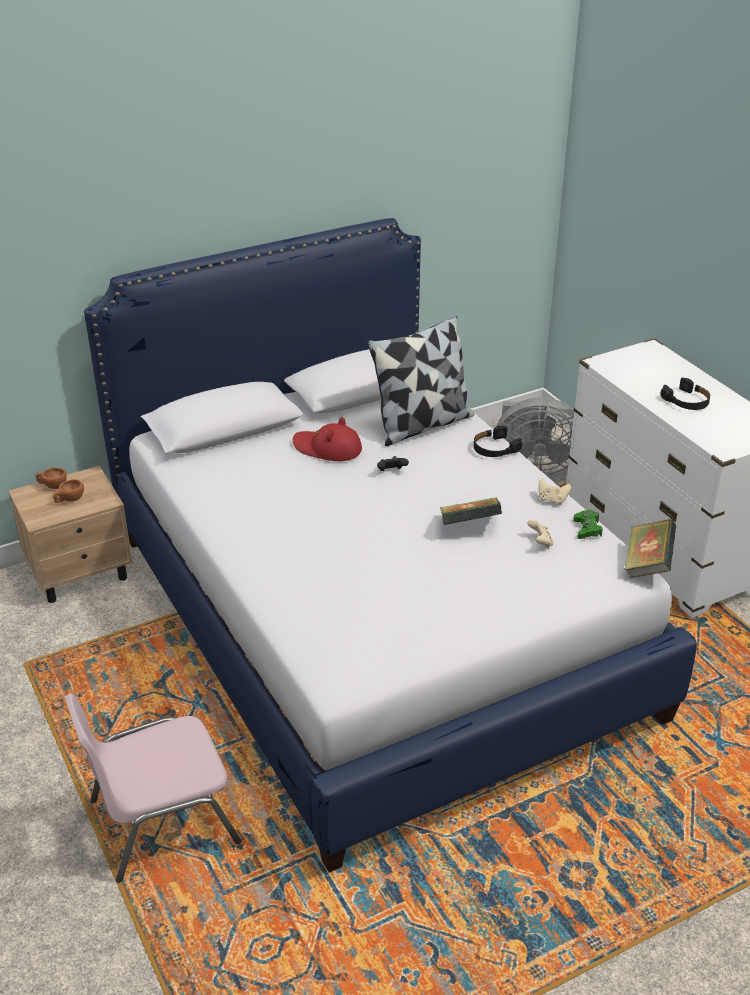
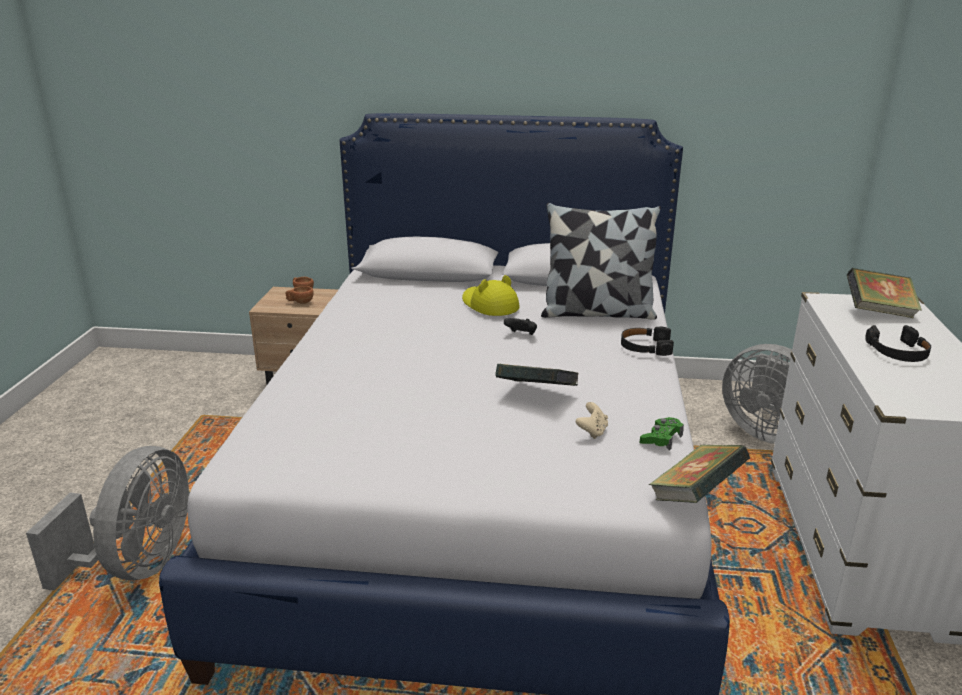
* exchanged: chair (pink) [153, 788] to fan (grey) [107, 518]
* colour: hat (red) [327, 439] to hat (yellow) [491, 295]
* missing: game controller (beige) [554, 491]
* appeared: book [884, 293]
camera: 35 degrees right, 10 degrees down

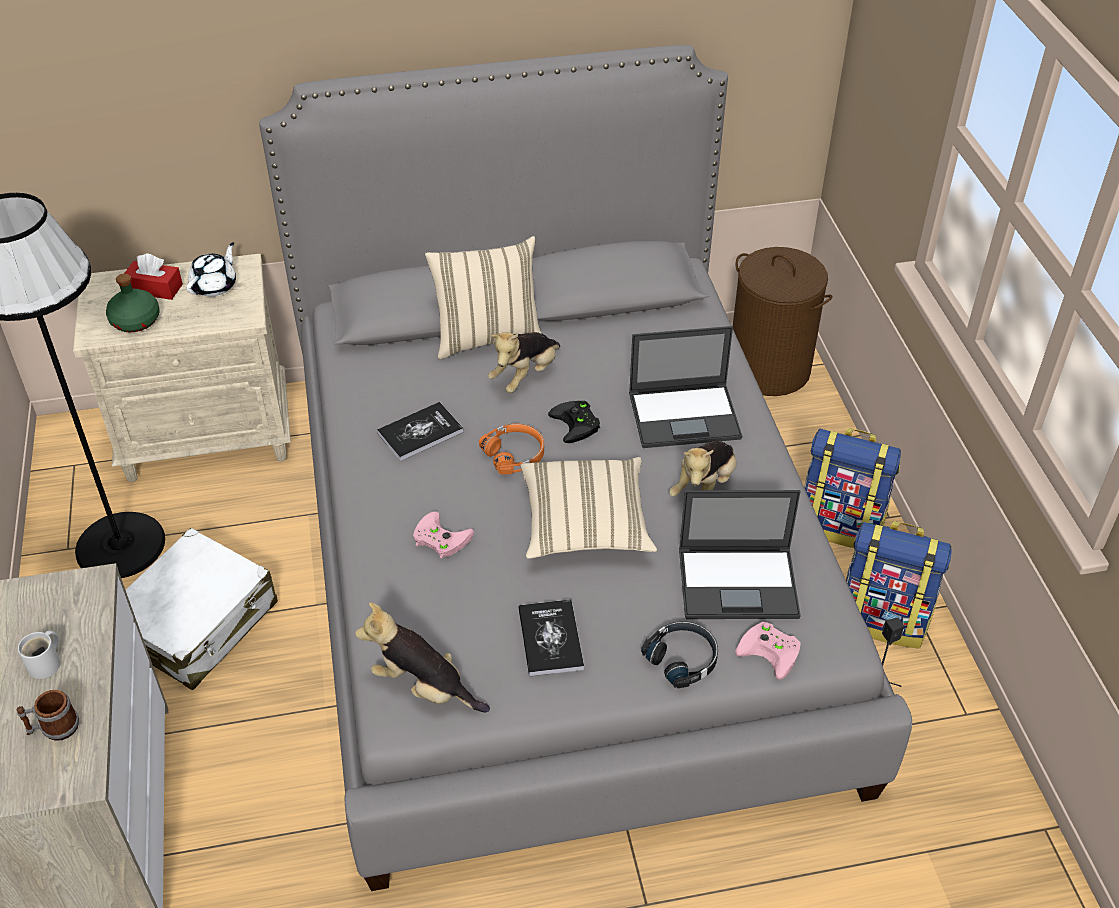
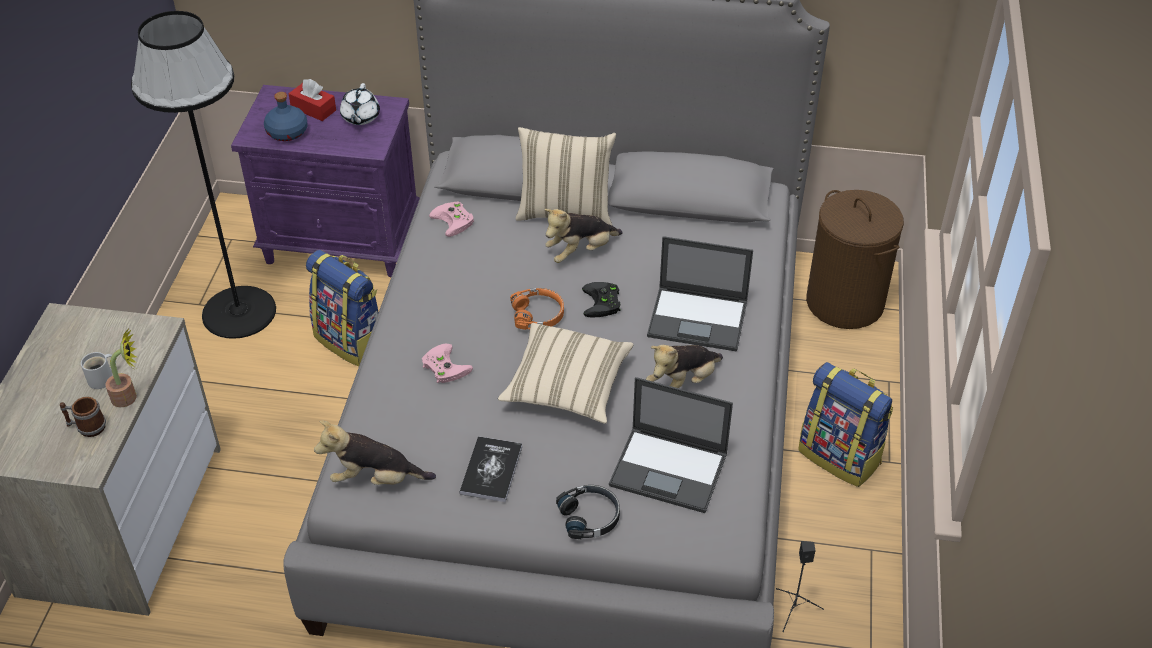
* colour: nightstand (beige) [182, 368] to nightstand (purple) [325, 181]
* colour: bottle (green) [133, 303] to bottle (blue) [286, 116]
* missing: suitcase (white) [202, 609]
* spun: teapot (white) [211, 269] = [360, 104] 135 degrees clockwise
* spun: plush toy [422, 657] = [375, 453] 45 degrees counterclockwise
* missing: book [420, 431]
* relocated: game controller (pink) [768, 651] to [451, 219]
* relocated: backpack [899, 585] to [342, 308]
* appeared: potted plant [121, 368]
camera: 20 degrees right, 0 degrees up

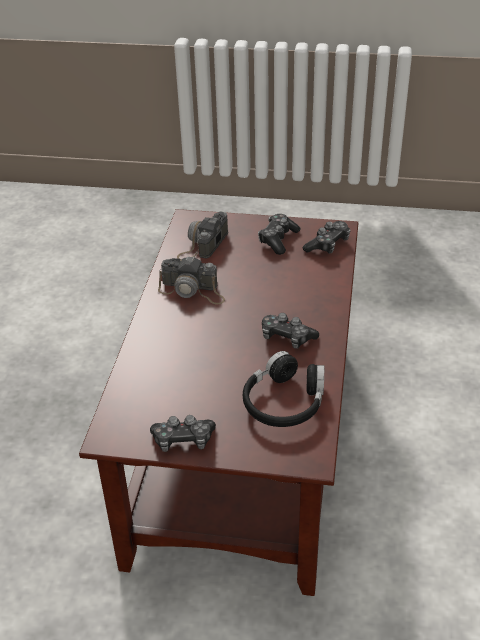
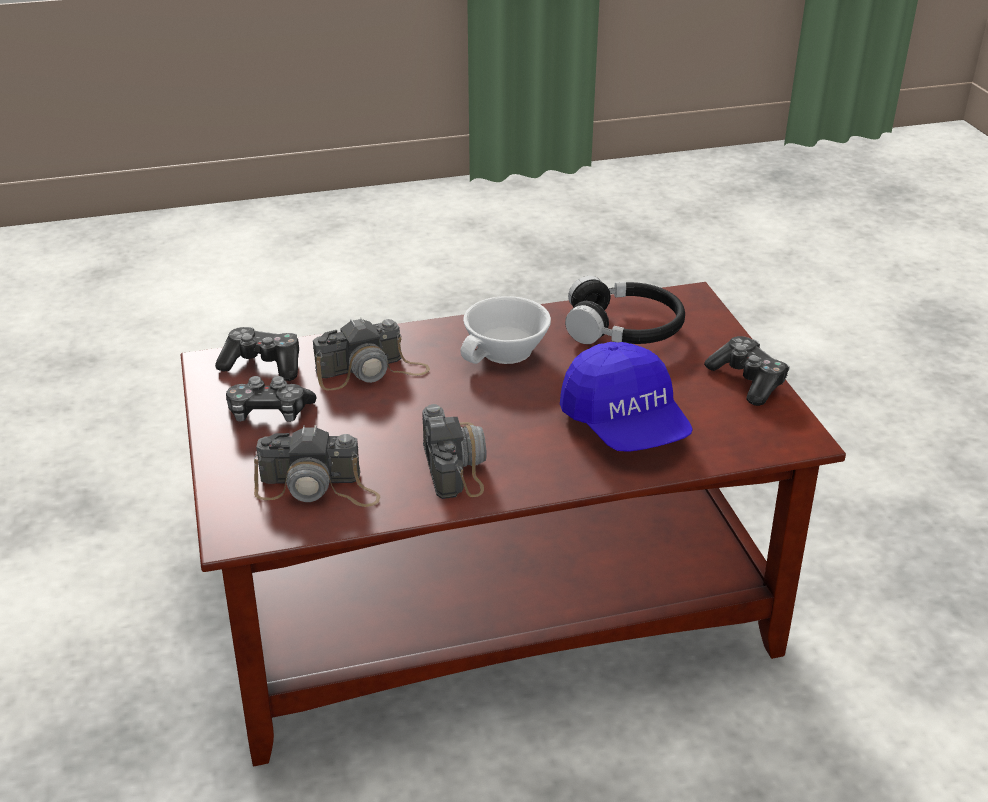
* exchanged: game controller [290, 331] to cup (white) [505, 330]
* appeared: photo camera [371, 353]
* appeared: cap (blue) [626, 397]
camera: 115 degrees left, 5 degrees down

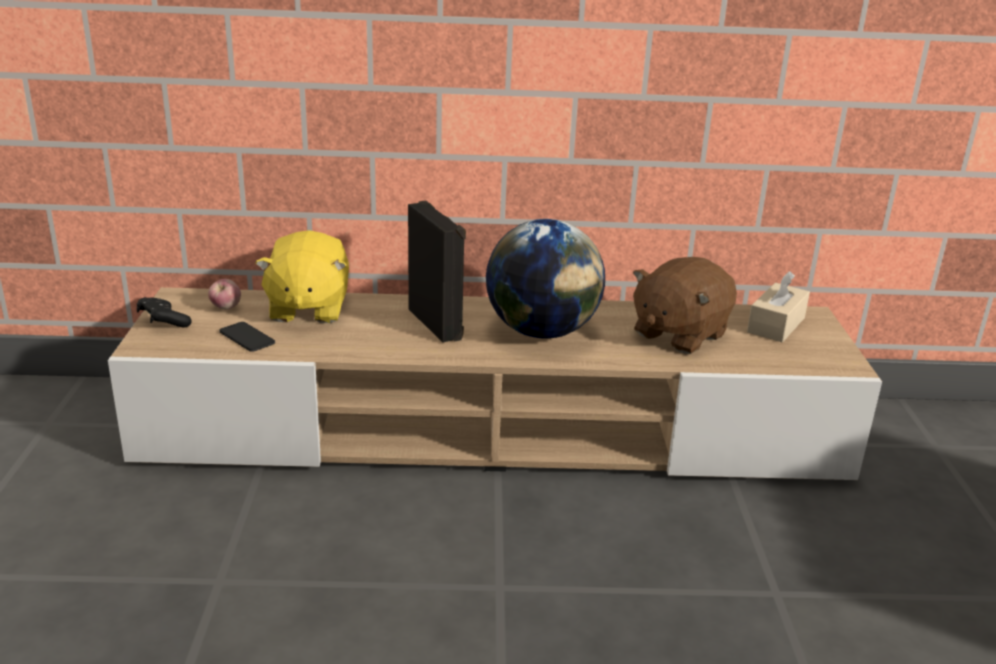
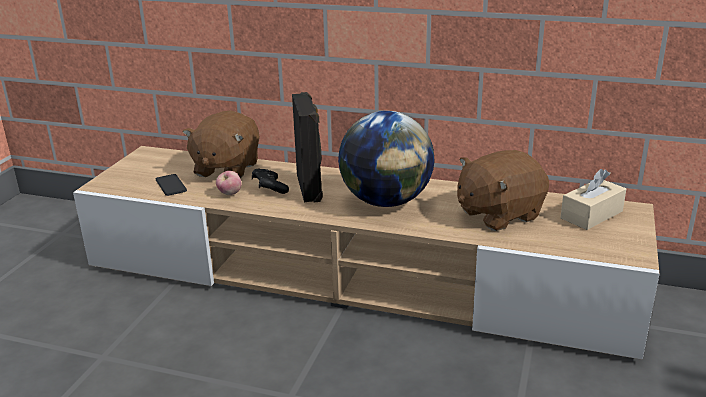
* relocated: game controller (black) [164, 312] to [270, 181]
* relocated: apple [224, 294] to [229, 183]
* colour: plush toy (yellow) [302, 276] to plush toy (brown) [221, 144]
camera: 20 degrees right, 0 degrees up

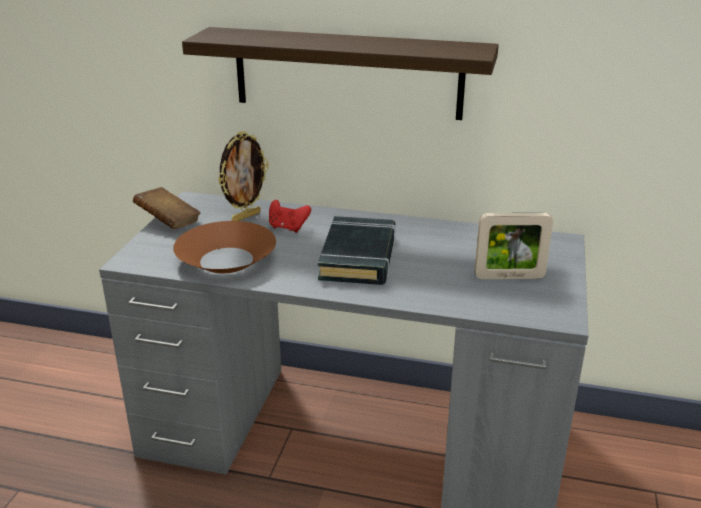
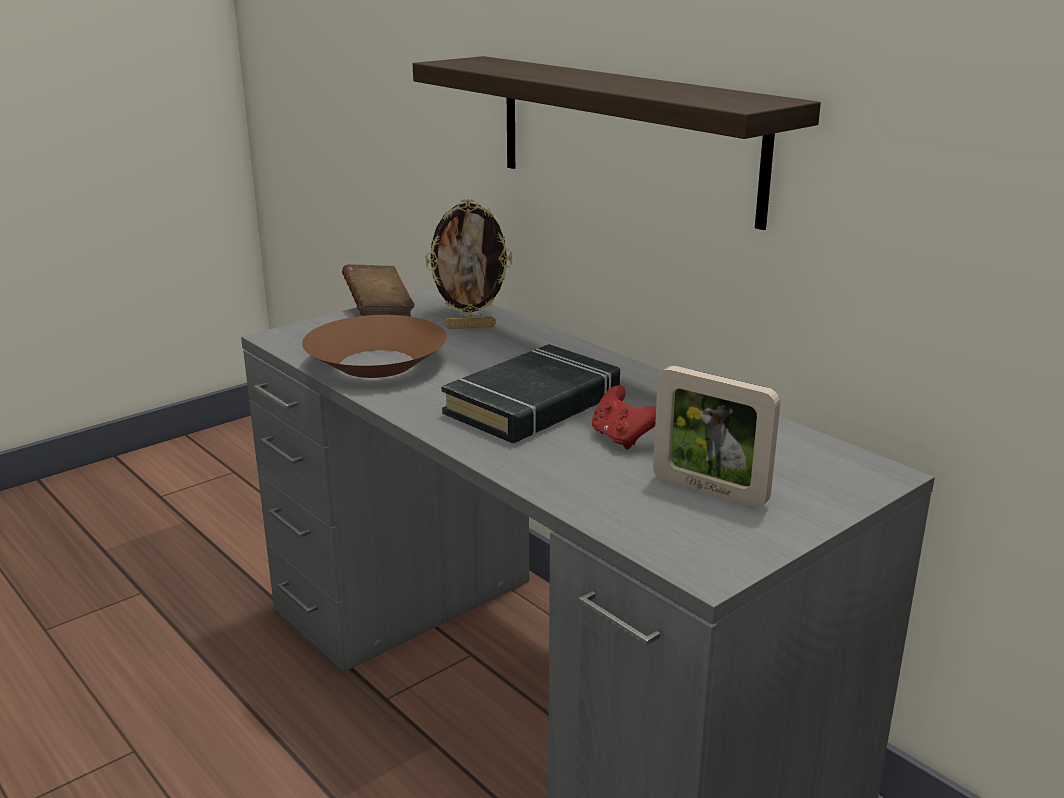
* relocated: game controller (red) [290, 216] to [624, 417]
camera: 35 degrees right, 5 degrees down

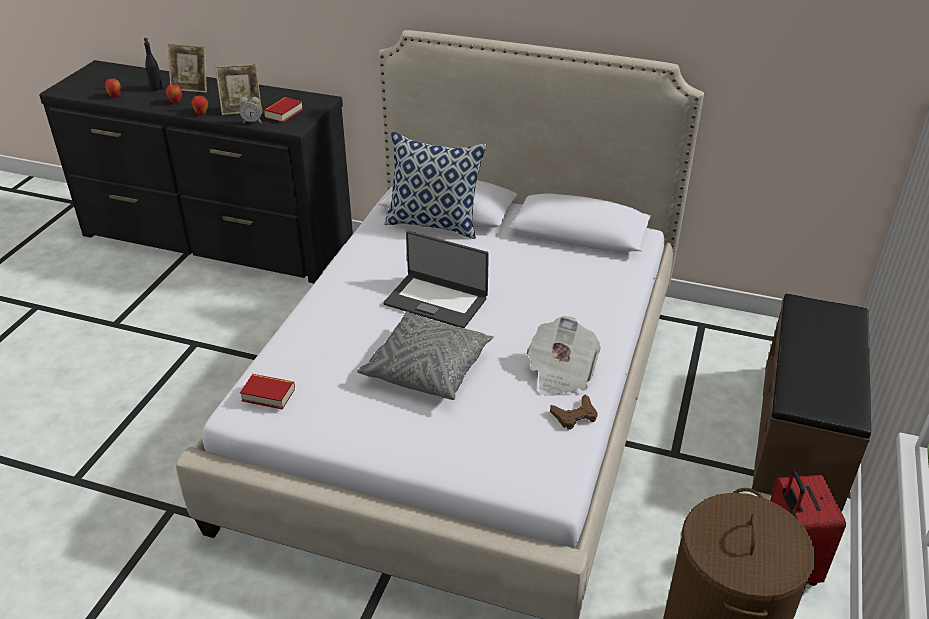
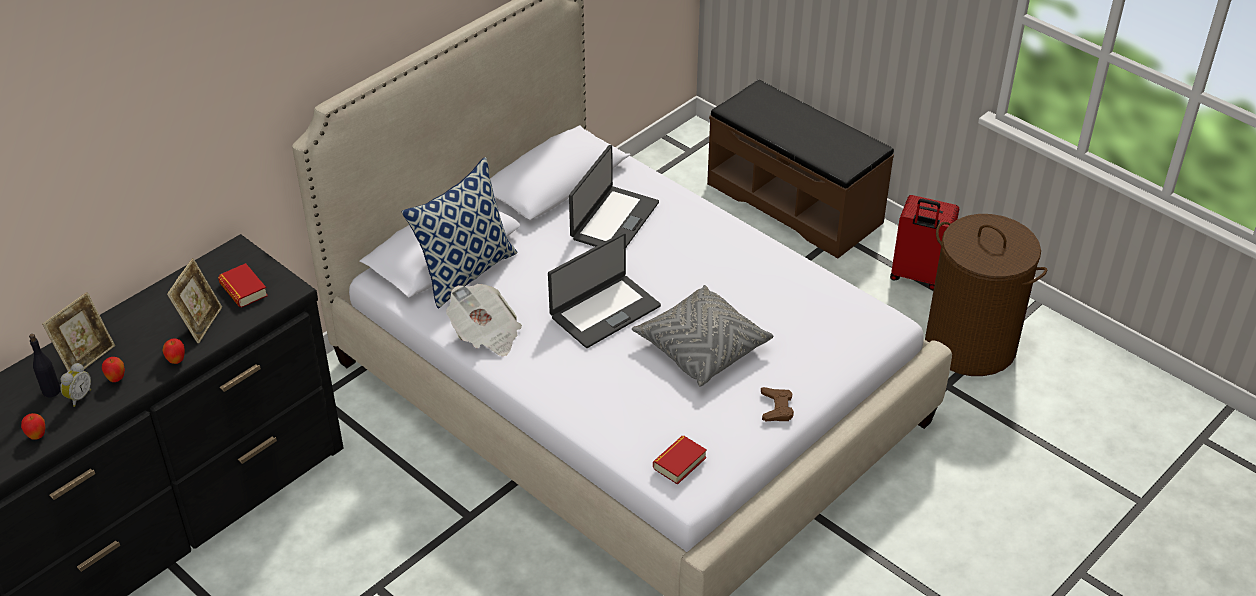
* relocated: alarm clock [250, 110] to [75, 385]
* relocated: newspaper [564, 356] to [484, 320]
* relocated: game controller (brown) [574, 411] to [777, 404]
* appeared: laptop [614, 196]
camera: 65 degrees left, 5 degrees up

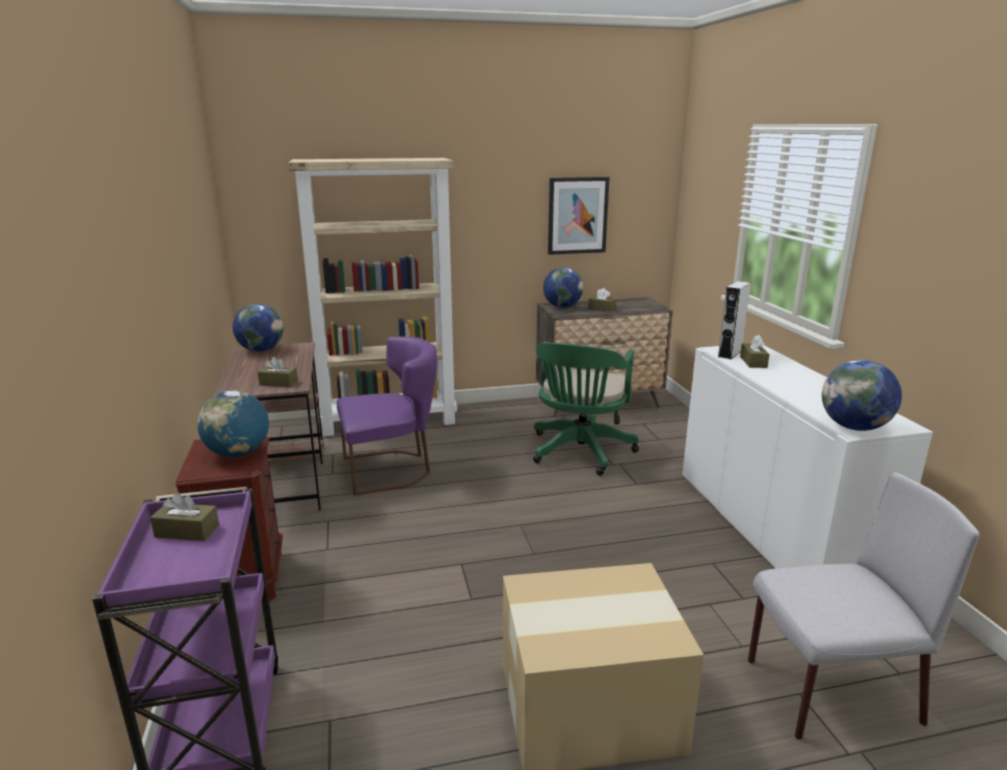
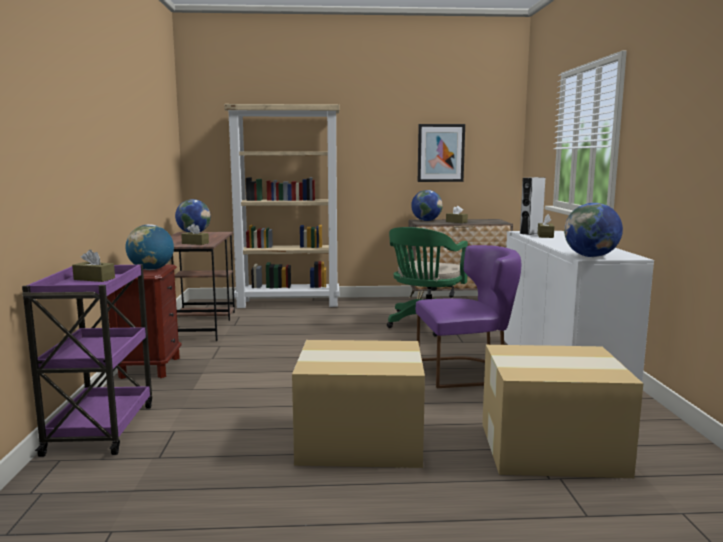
* relocated: chair (purple) [387, 416] to [468, 316]
* exchanged: chair (grey) [863, 606] to cardboard box [562, 411]
camera: 10 degrees right, 10 degrees down

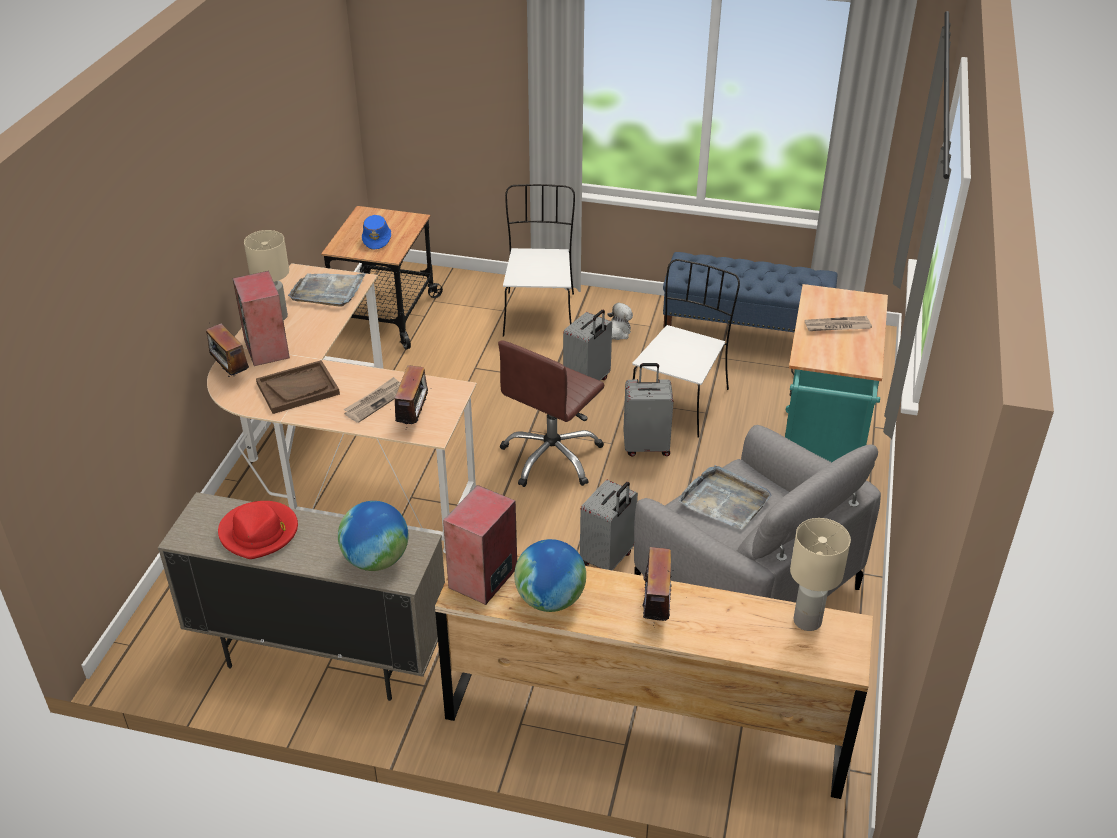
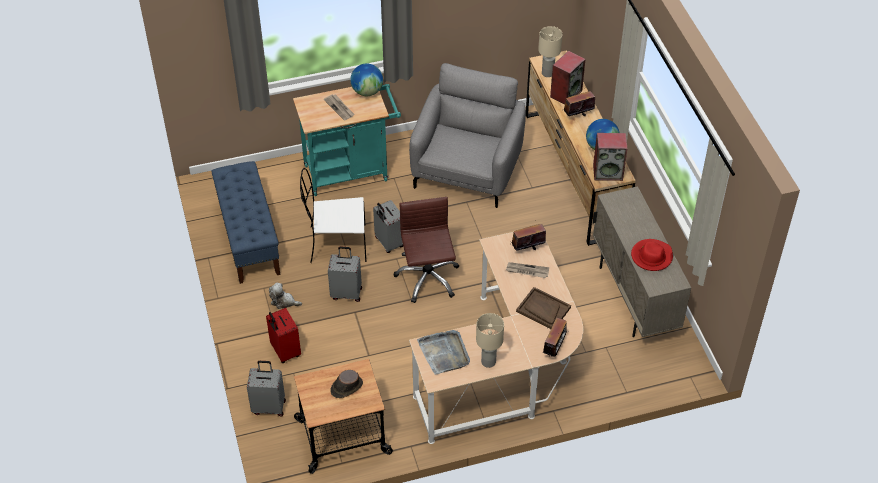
* relocated: speaker [261, 318] to [568, 78]
* relocated: globe [373, 536] to [366, 80]
* colour: hat (blue) [376, 232] to hat (brown) [346, 384]
* spun: office chair (brown) [551, 413] = [426, 250] 105 degrees counterclockwise
* exchanged: chair (white) [539, 260] to suitcase (red) [283, 335]
* relocated: suitcase (grey) [609, 525] to [266, 388]
* missing: tray (grey) [724, 497]
camera: 120 degrees left, 10 degrees up

